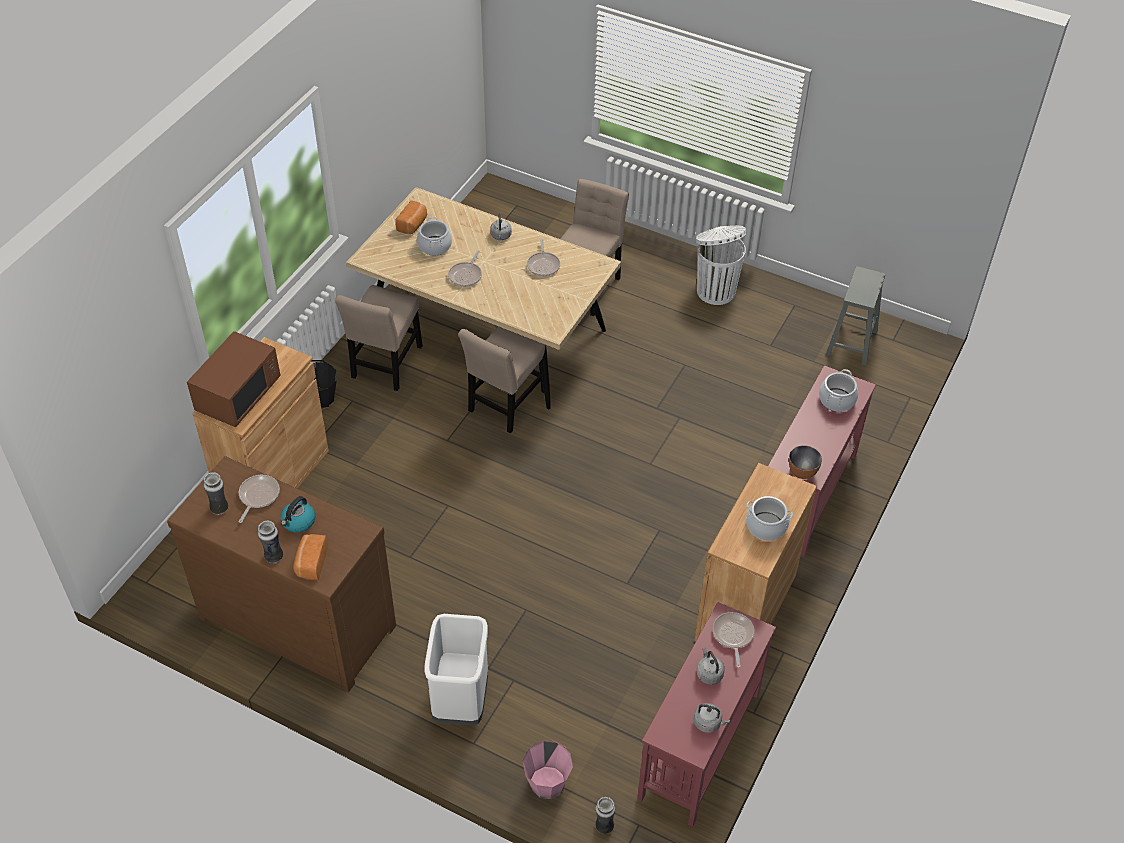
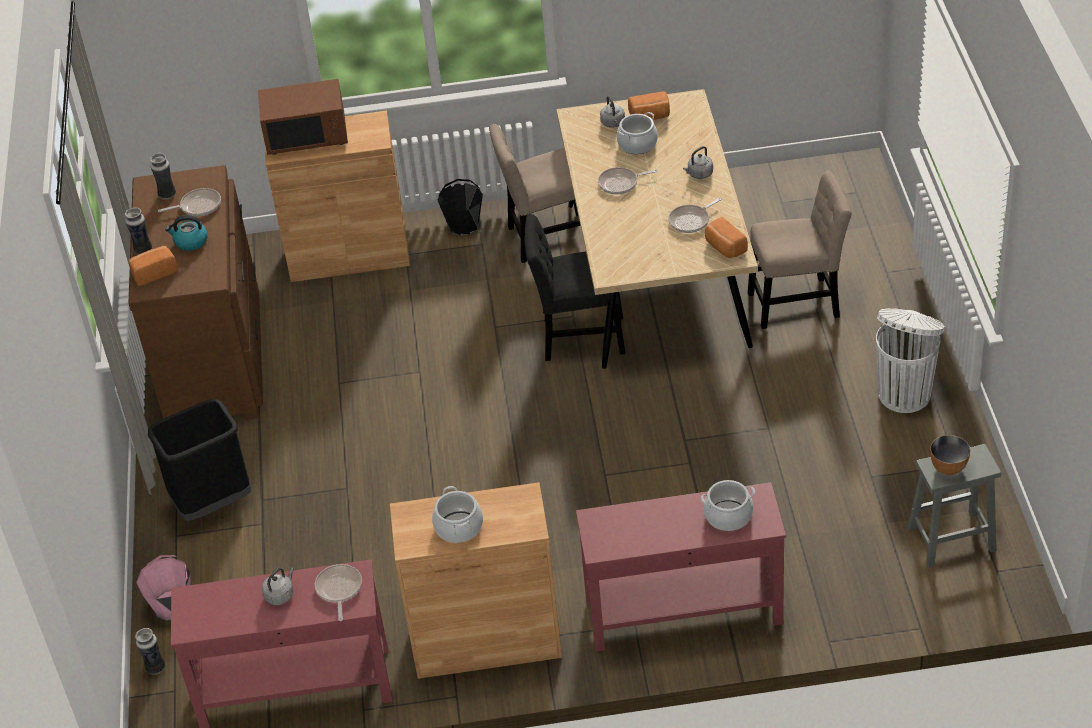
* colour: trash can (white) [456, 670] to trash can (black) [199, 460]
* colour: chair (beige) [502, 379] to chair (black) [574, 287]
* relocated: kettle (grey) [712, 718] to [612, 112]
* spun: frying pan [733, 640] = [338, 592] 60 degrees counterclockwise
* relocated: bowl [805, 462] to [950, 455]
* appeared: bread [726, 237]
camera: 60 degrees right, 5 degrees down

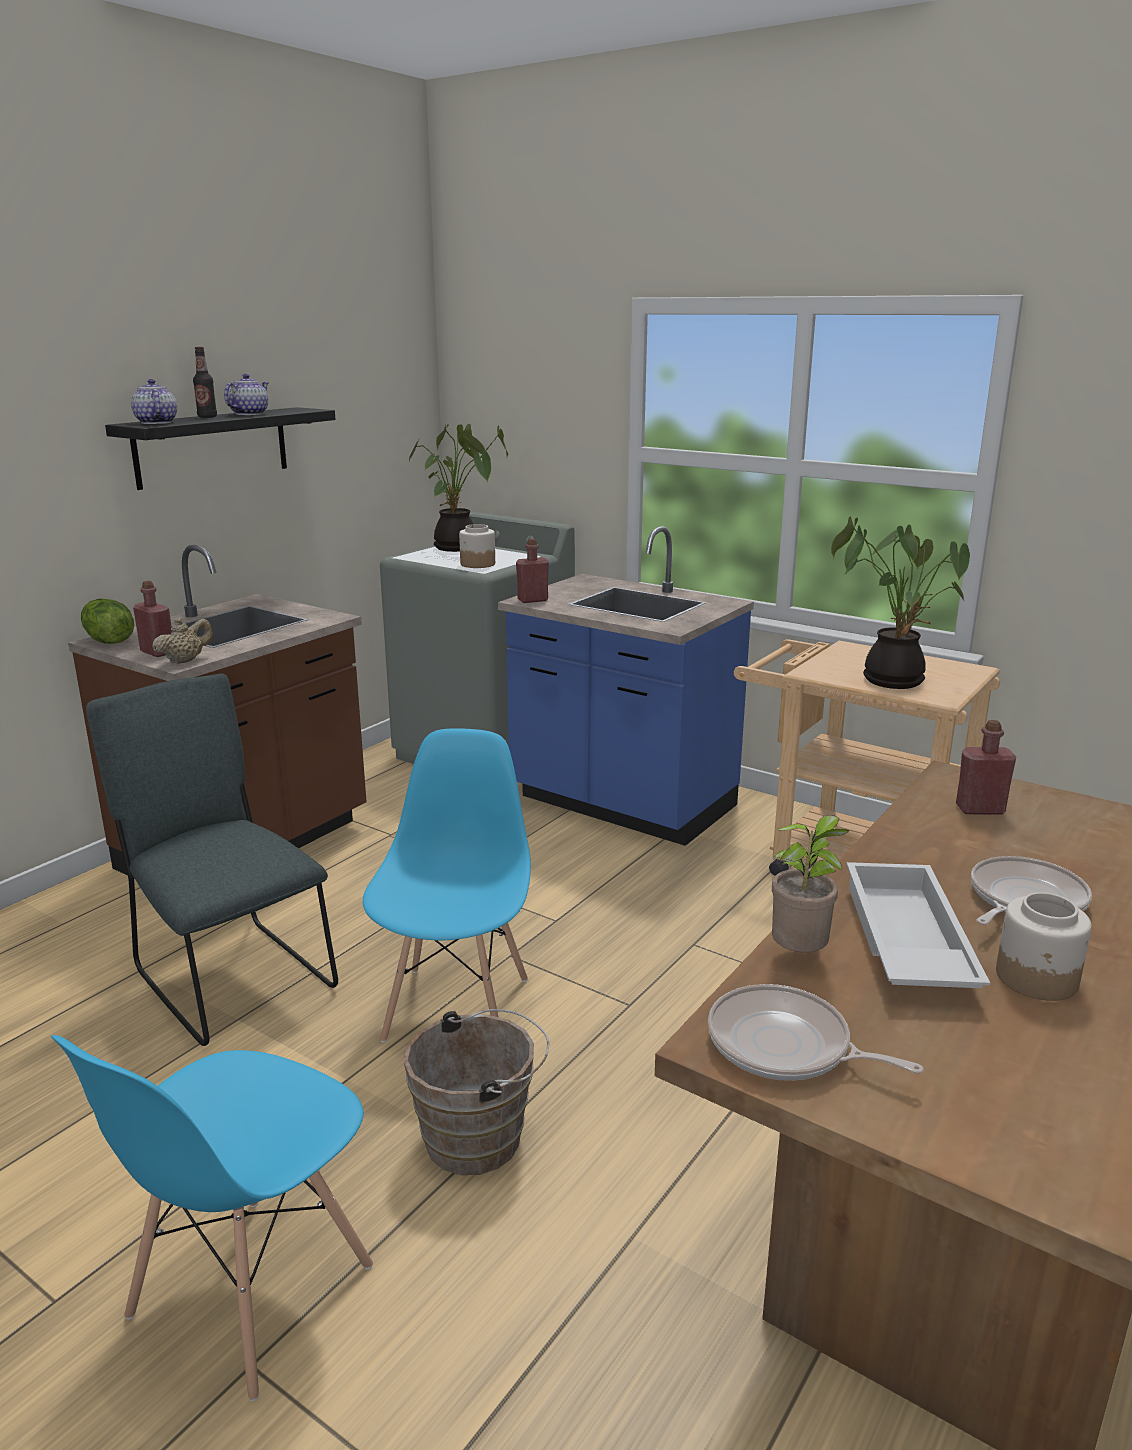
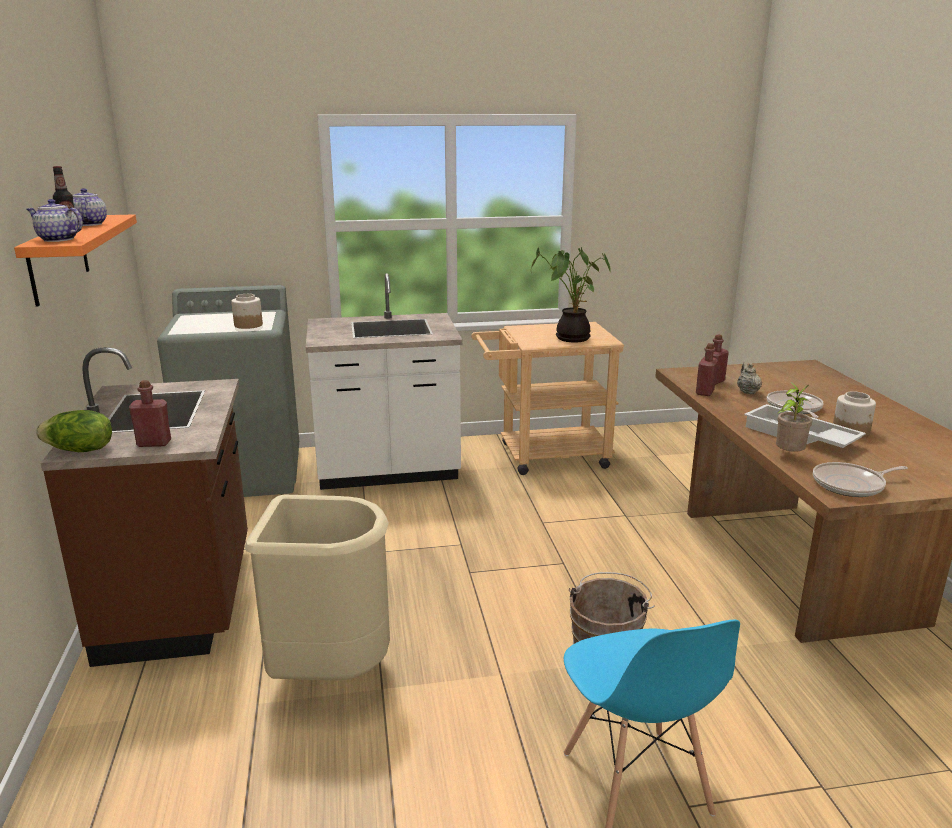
* exchanged: chair (grey) [212, 860] to trash can (beige) [317, 588]
* colour: shelf (black) [220, 448] to shelf (orange) [75, 260]
* relocated: teapot (beige) [183, 641] to [749, 378]
* missing: chair (blue) [447, 885]
* missing: potted plant [458, 488]
* colour: counter (blue) [626, 686] to counter (white) [384, 381]
* relocated: bottle (red) [532, 571] to [707, 369]
camera: 45 degrees left, 0 degrees up

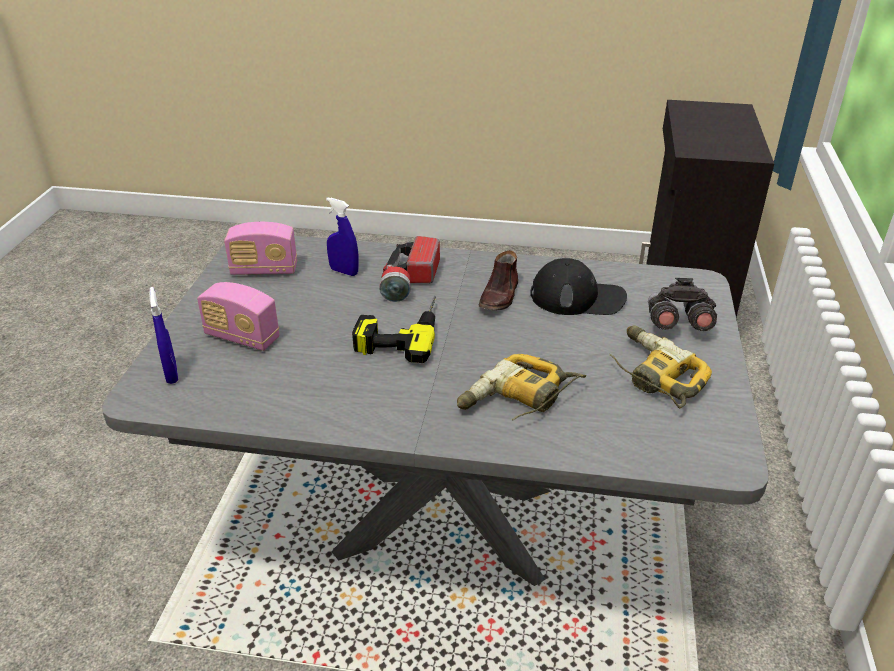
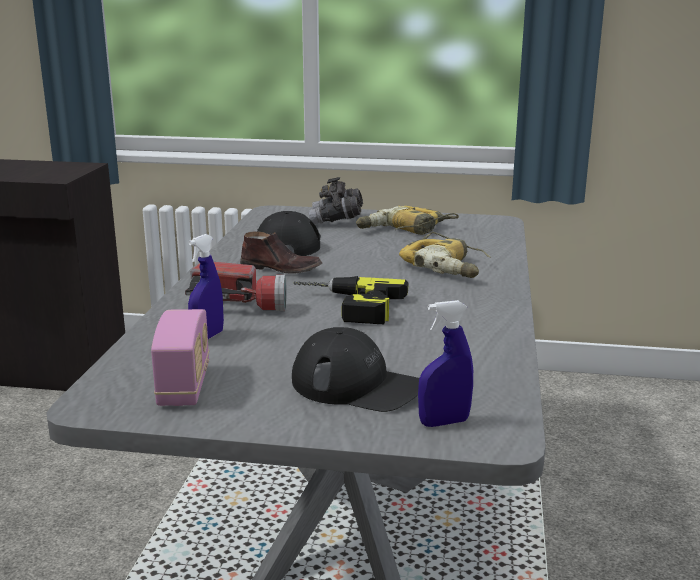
* exchanged: radio [238, 316] to cap (black) [355, 369]
camera: 90 degrees left, 15 degrees down

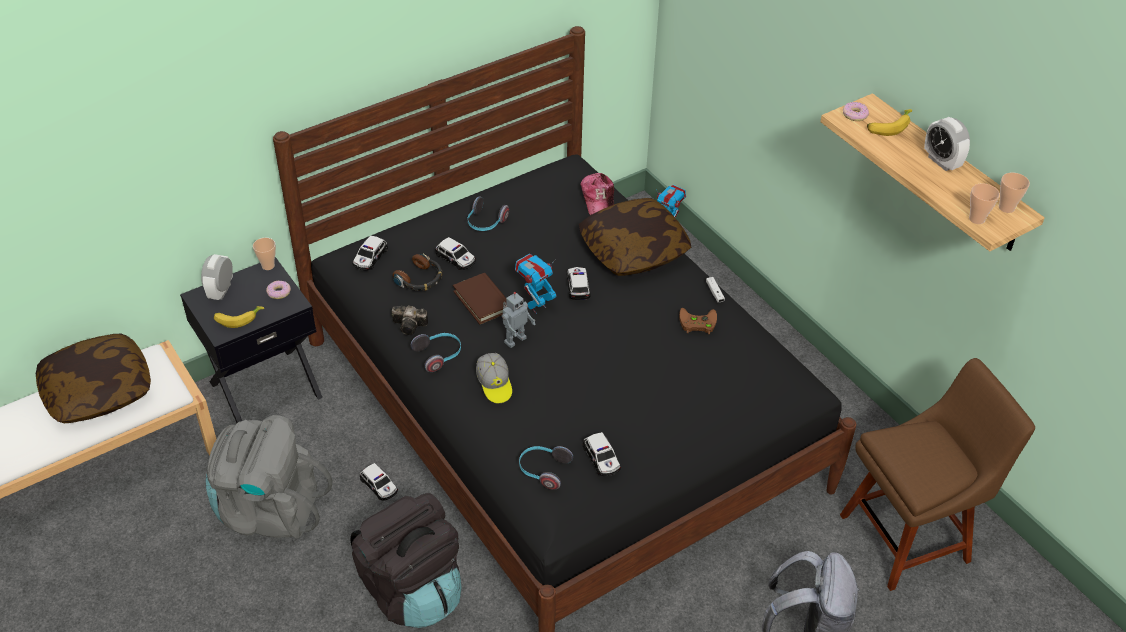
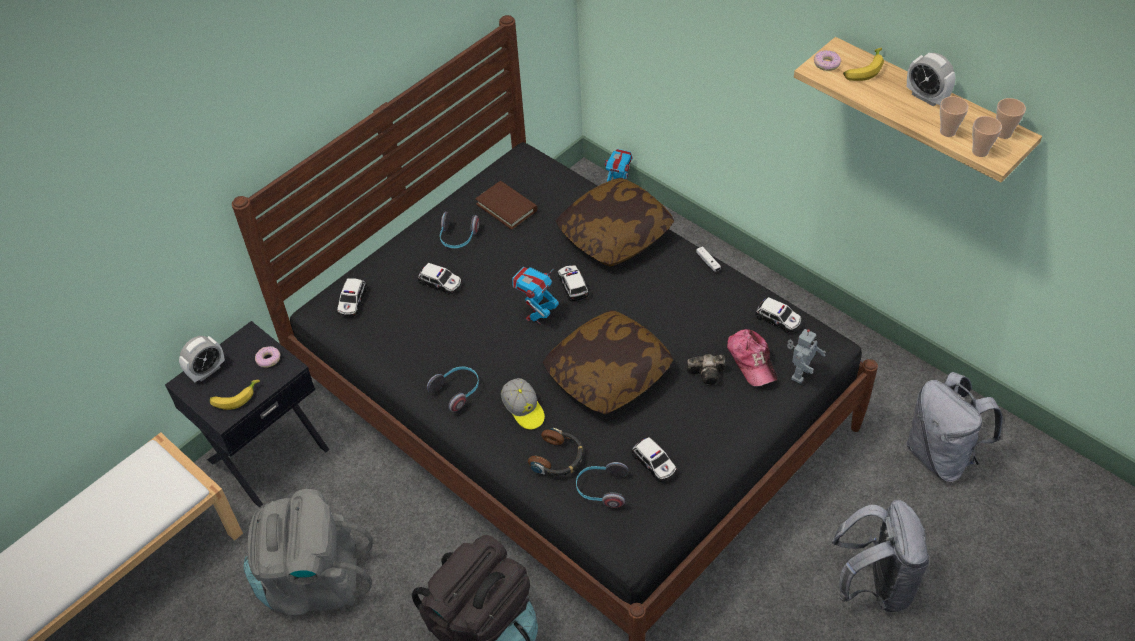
* relocated: pillow [93, 378] to [608, 362]
* spun: alarm clock [217, 277] = [202, 359] 135 degrees counterclockwise
* relocated: cup [264, 254] to [954, 116]
* relocated: toy car [379, 481] to [778, 315]
* relocated: photo camera [410, 320] to [706, 369]
* relocated: headphones [417, 272] to [555, 452]
* relocated: book (brown) [480, 299] to [506, 205]
* relocated: toy robot [519, 320] to [806, 356]
* relocated: cap [597, 194] to [752, 357]
* missing: game controller (brown) [698, 321]
* exchanged: chair (brown) [937, 474] to backpack (grey) [954, 427]
camera: 10 degrees left, 5 degrees up

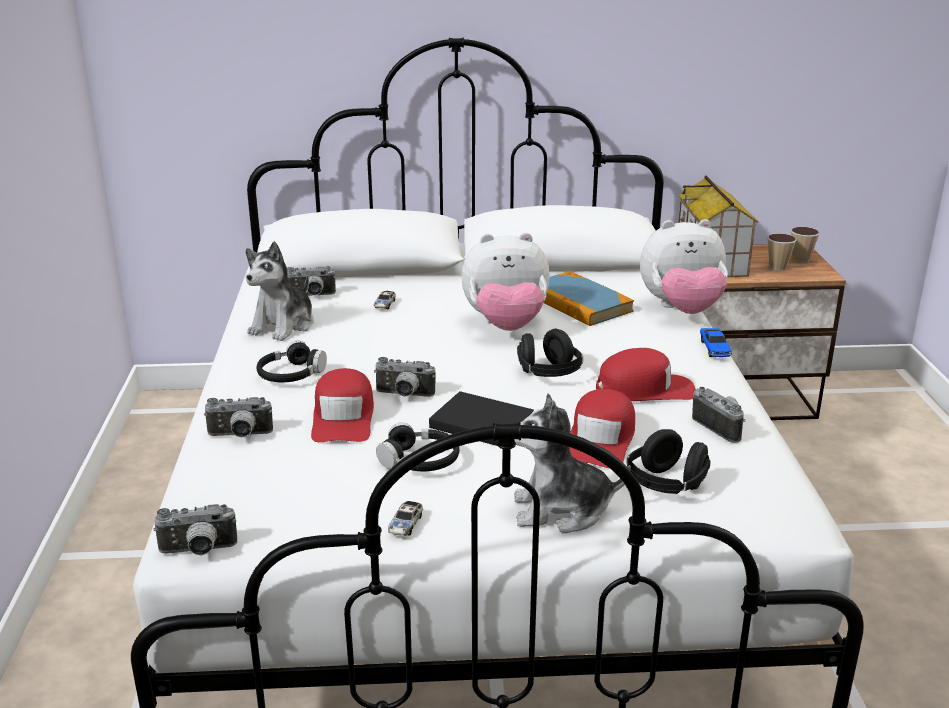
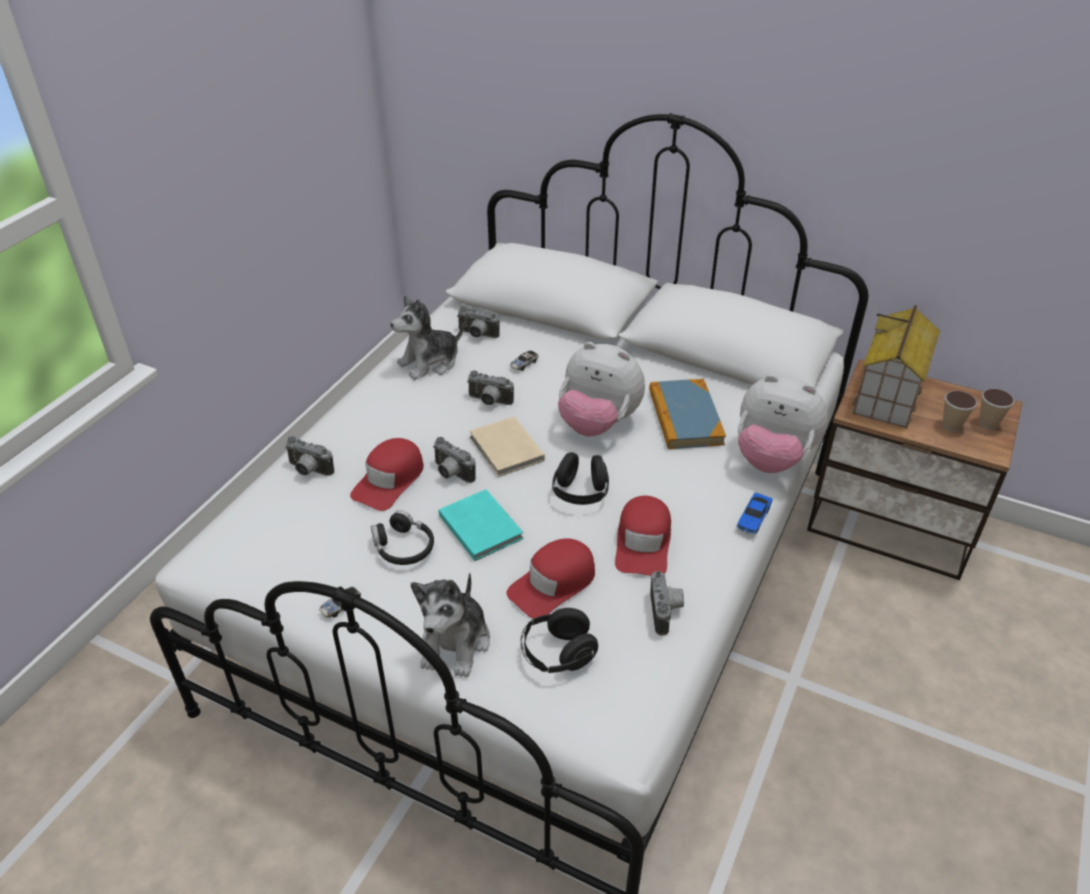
* relocated: photo camera [195, 530] to [490, 388]
* missing: headphones (black) [292, 361]
* colour: book (black) [481, 418] to book (turquoise) [481, 525]
* spun: plush toy [572, 463] = [450, 625] 105 degrees counterclockwise
* spun: cap (red) [646, 374] = [643, 536] 75 degrees clockwise
* appeared: book (beige) [507, 446]
camera: 30 degrees right, 15 degrees up

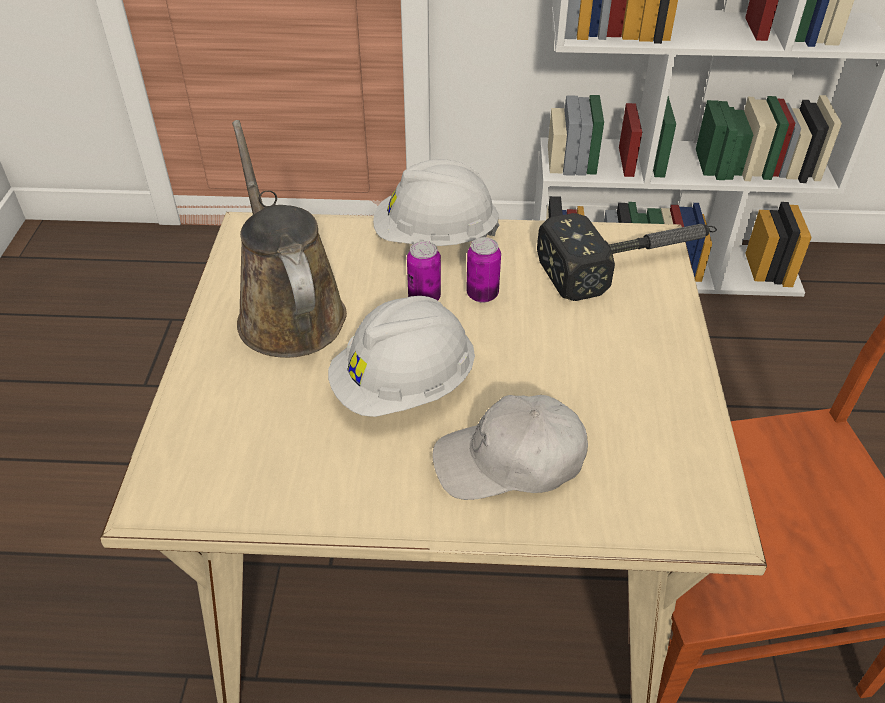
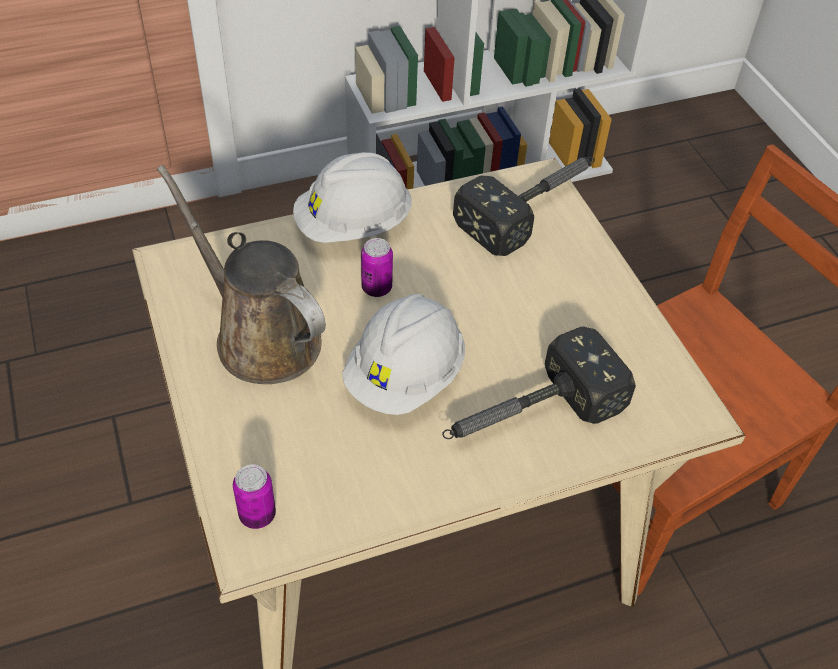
* exchanged: cap (white) [510, 447] to hammer [539, 382]
* relocated: can [483, 270] to [254, 496]
camera: 25 degrees left, 5 degrees up

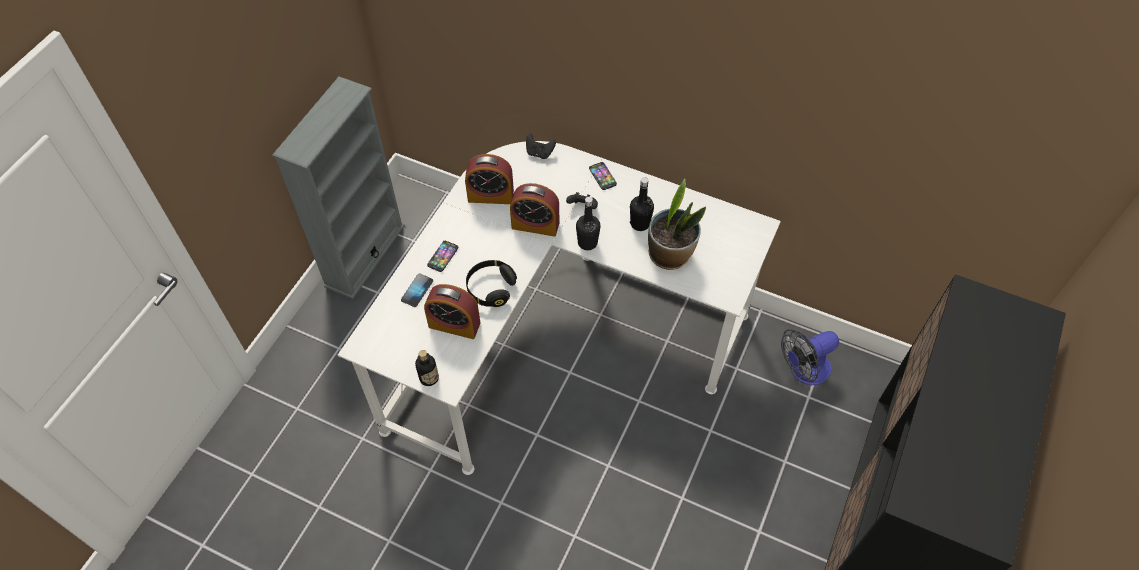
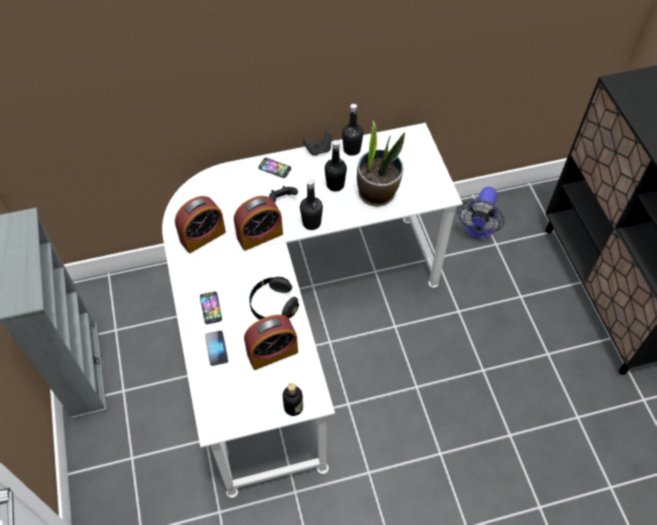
* relocated: game controller (black) [541, 146] to [317, 144]
* appeared: bottle (black) [352, 130]
camera: 40 degrees left, 0 degrees up

